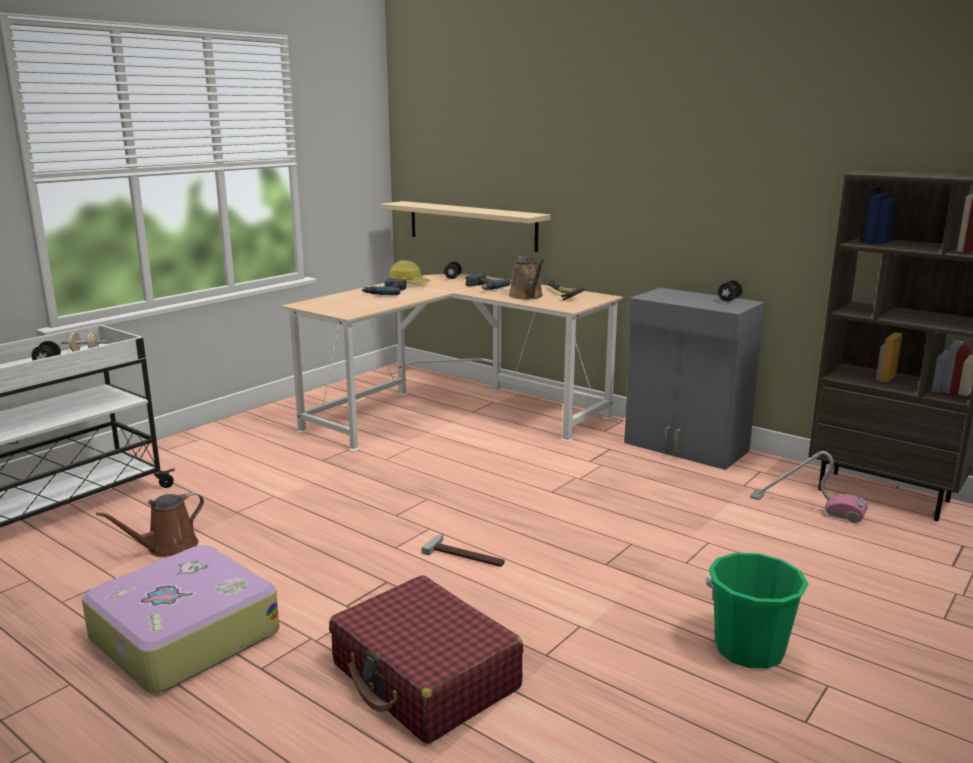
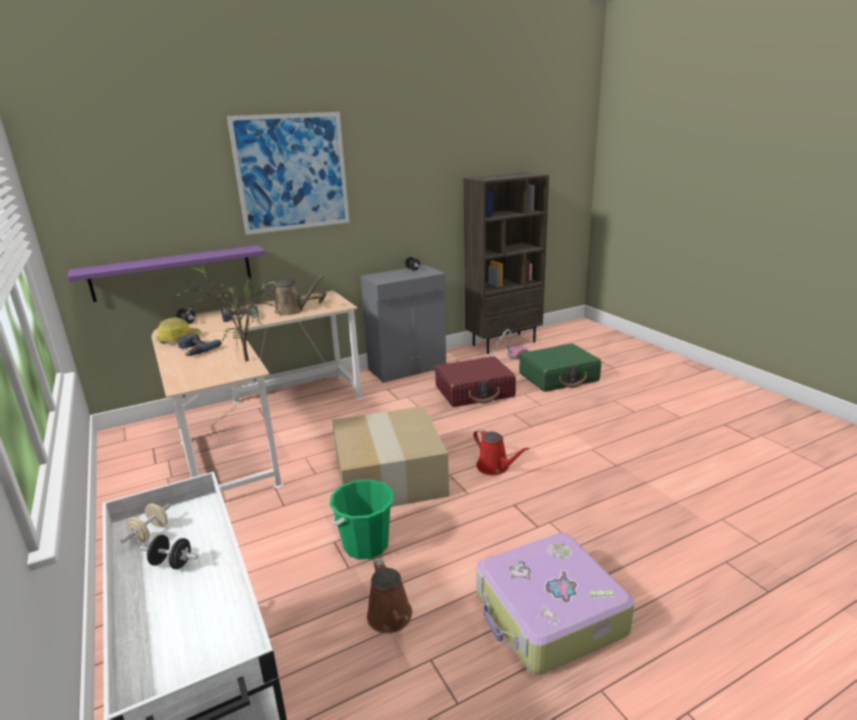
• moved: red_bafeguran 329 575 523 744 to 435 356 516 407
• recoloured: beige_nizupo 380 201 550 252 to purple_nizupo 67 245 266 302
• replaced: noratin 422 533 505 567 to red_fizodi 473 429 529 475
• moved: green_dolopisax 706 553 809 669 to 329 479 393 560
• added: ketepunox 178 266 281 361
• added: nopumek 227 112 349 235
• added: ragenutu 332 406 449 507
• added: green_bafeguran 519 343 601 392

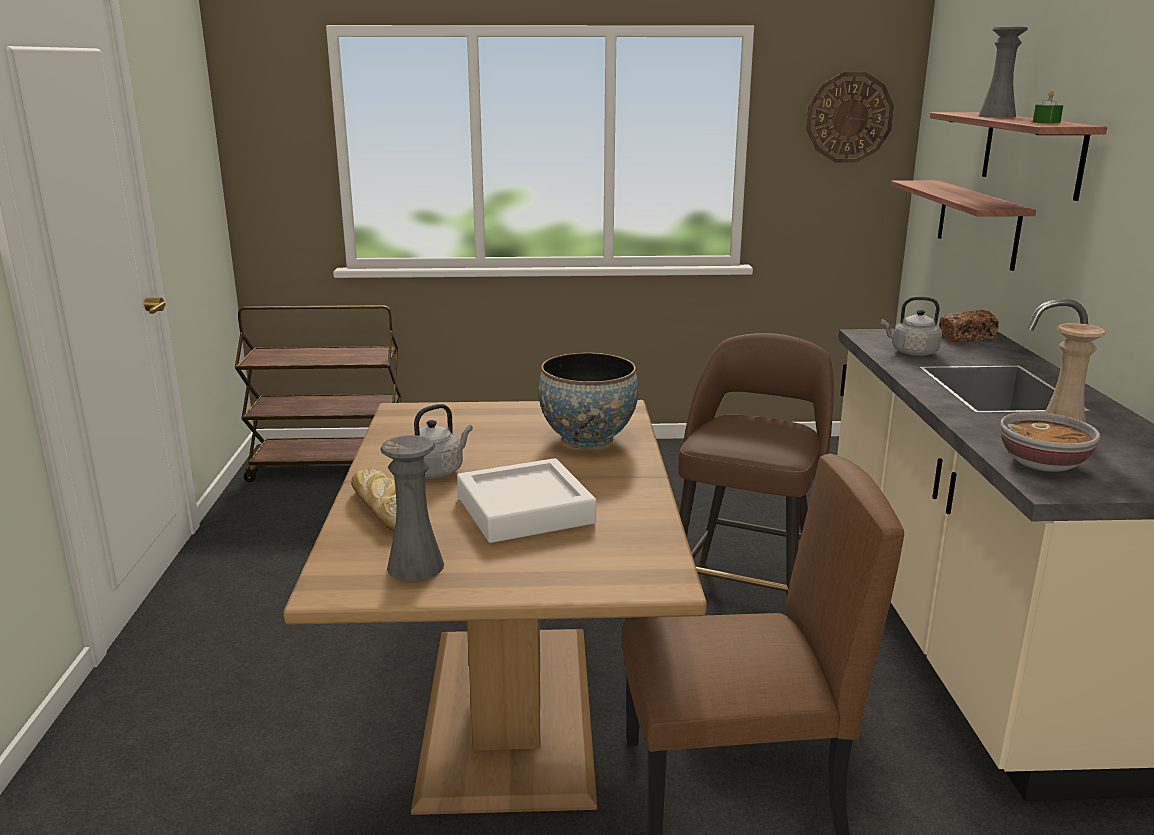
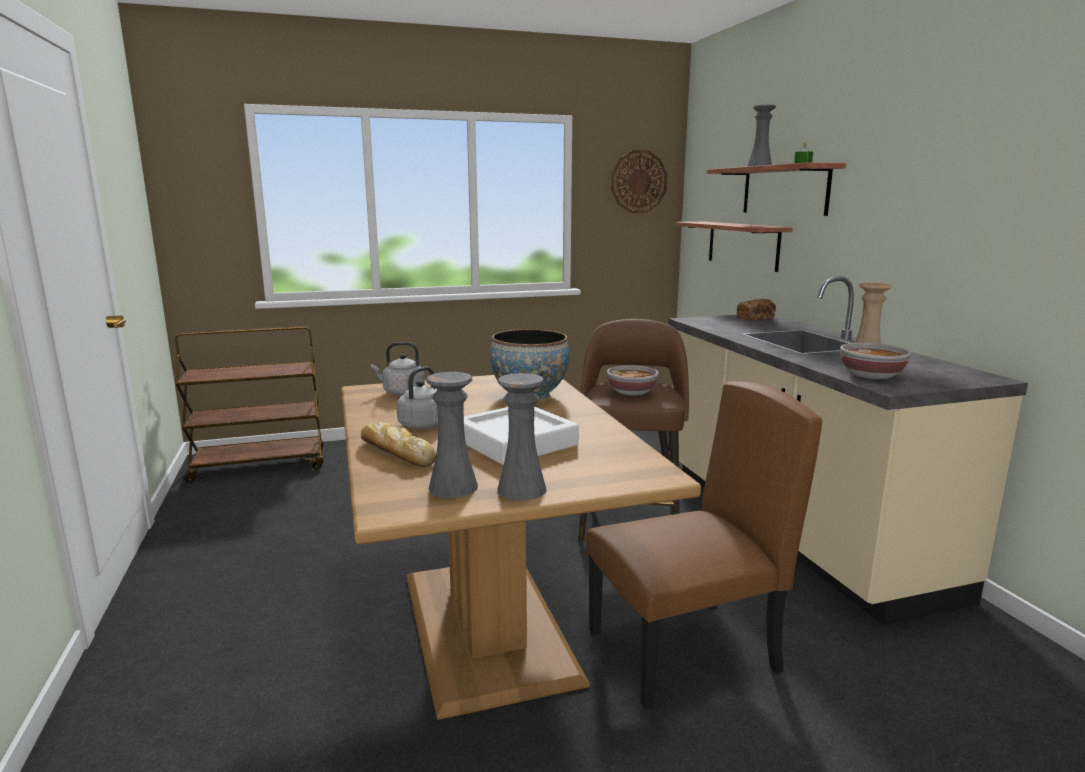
• moved: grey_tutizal 881 297 942 356 to 371 342 425 395
• added: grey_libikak 497 373 547 501
• added: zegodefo 607 365 659 396

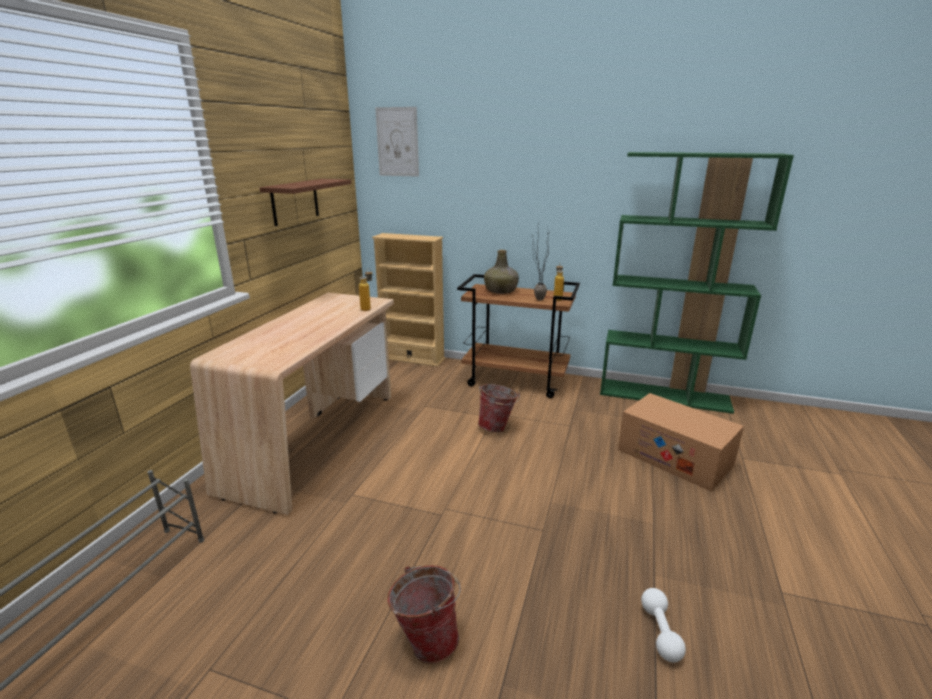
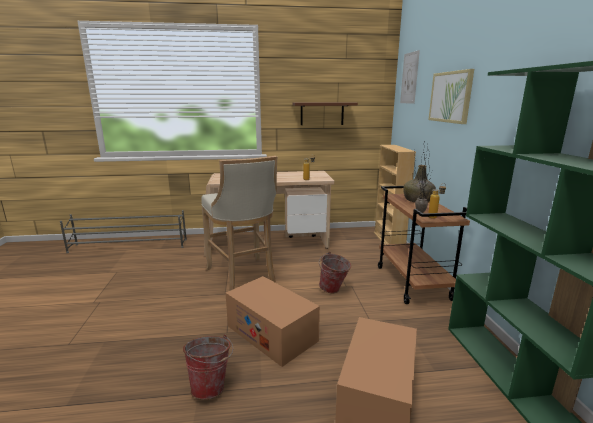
• moved: dolopisax 387 565 461 664 to 183 335 233 400
• removed: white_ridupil 641 588 686 663
• added: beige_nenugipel 201 156 277 291
• added: ragenutu 225 276 320 367
• added: nopumek 428 69 474 124

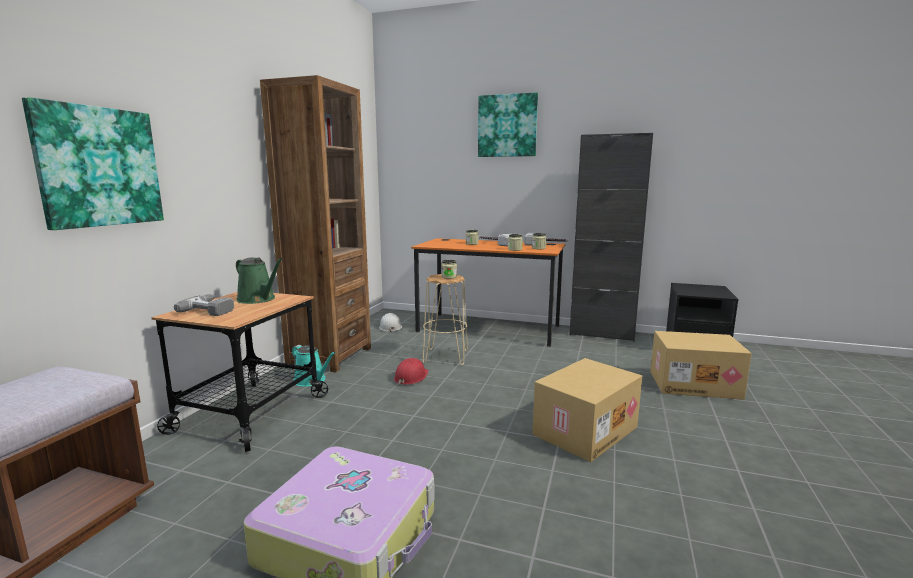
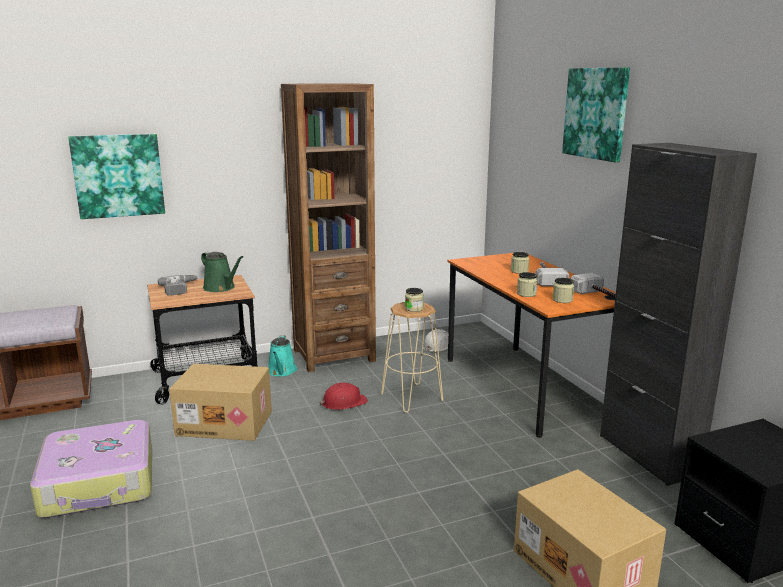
• turned: green_fizodi 236 257 283 304 = 201 252 244 292 45 degrees counterclockwise
• moved: ragenutu 533 358 642 462 to 169 364 272 441

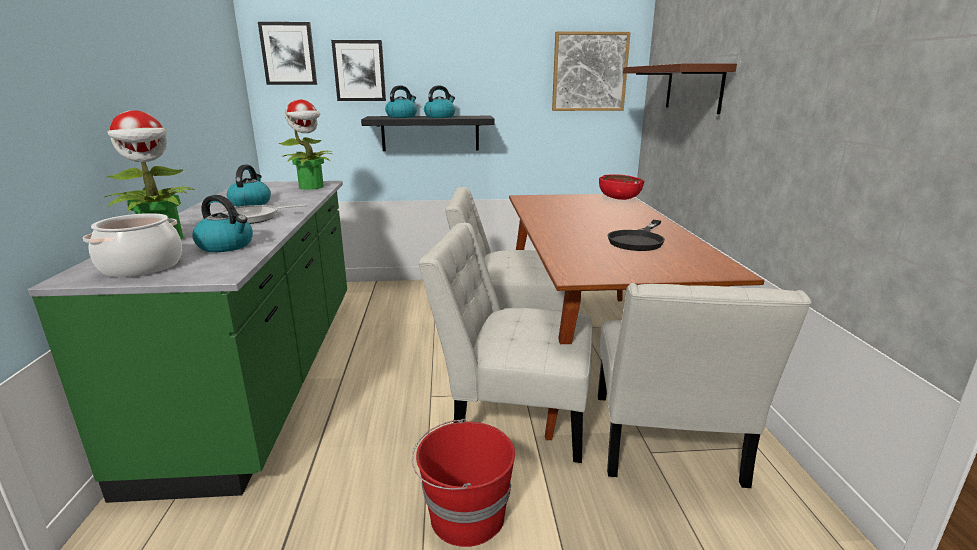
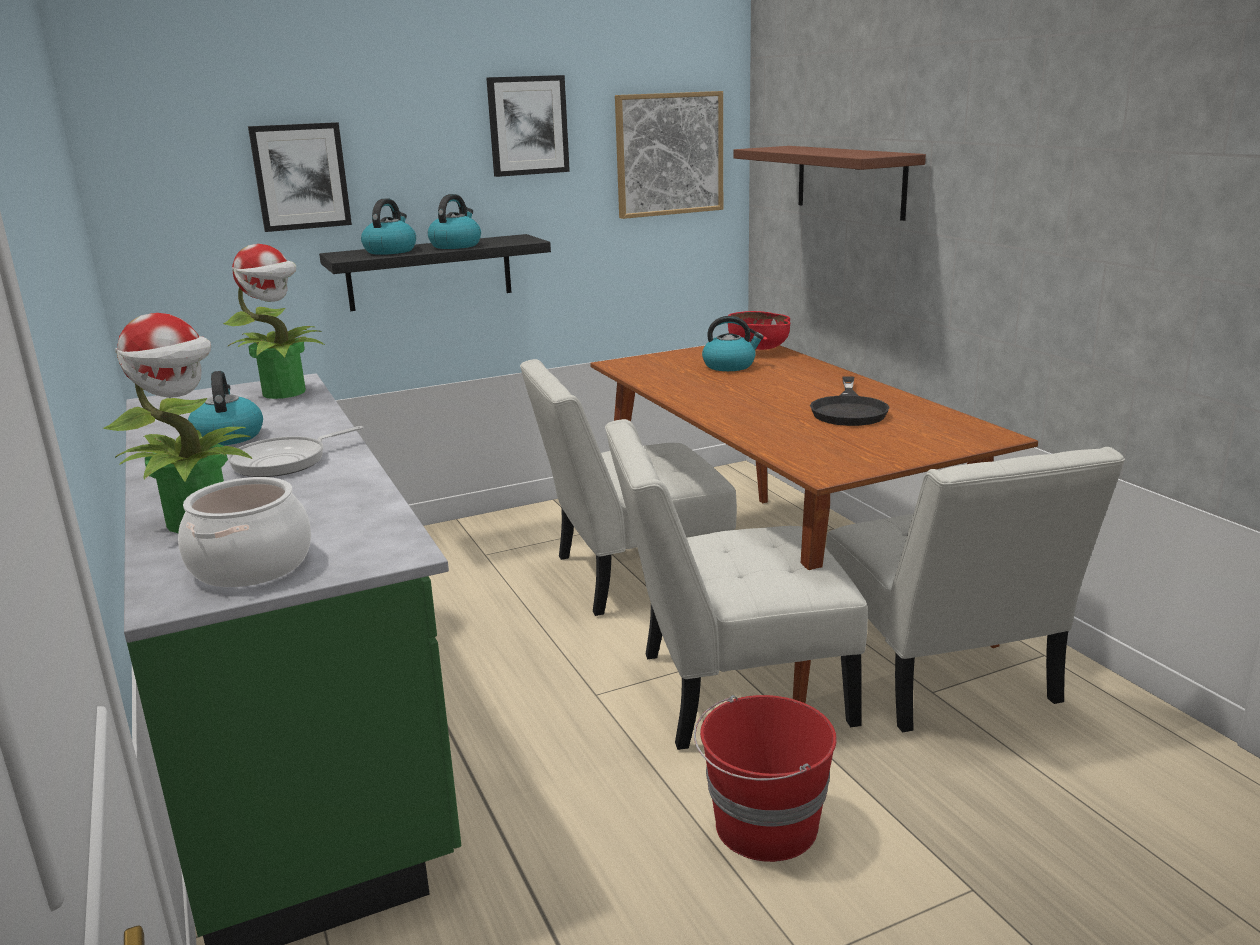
• moved: tutizal 192 195 253 252 to 702 316 764 371
• moved: nopumek 258 22 317 85 to 486 75 570 177

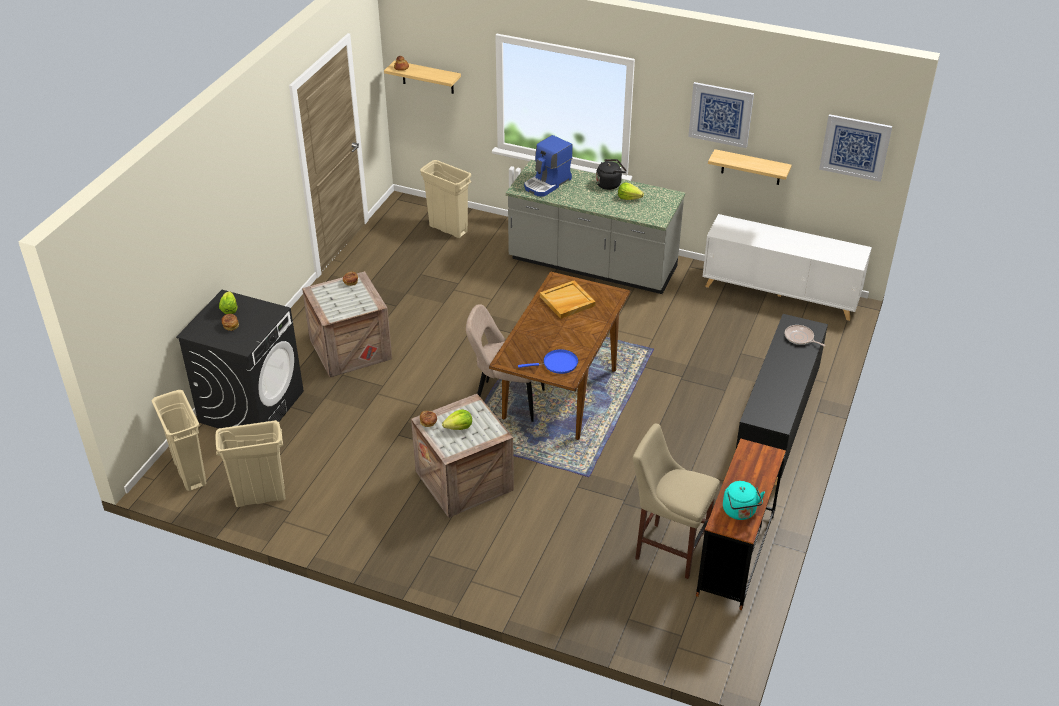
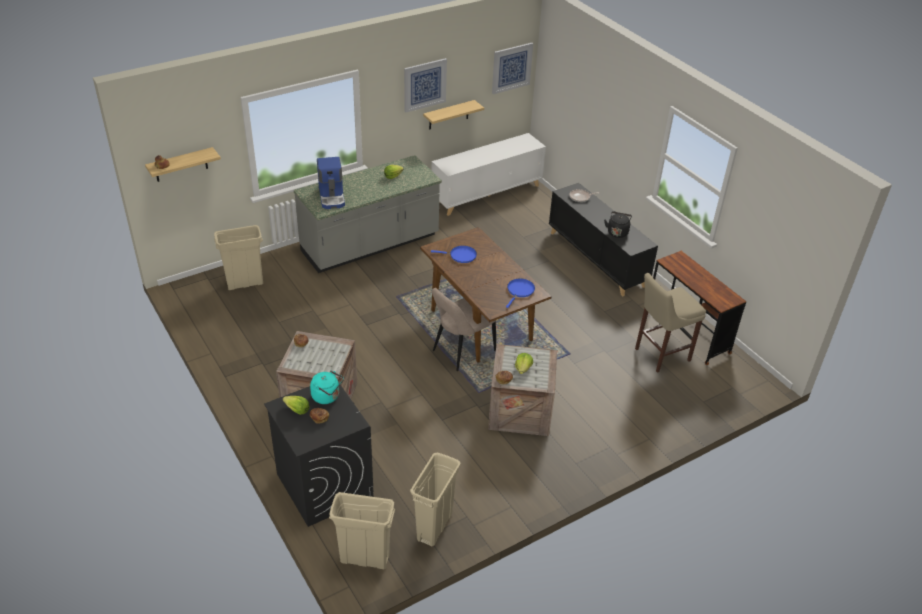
• replaced: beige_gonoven 540 281 596 319 to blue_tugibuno 431 246 477 263
• moved: black_tutizal 596 159 627 190 to 604 211 632 238
• moved: turquoise_tutizal 723 481 765 520 to 310 370 344 404

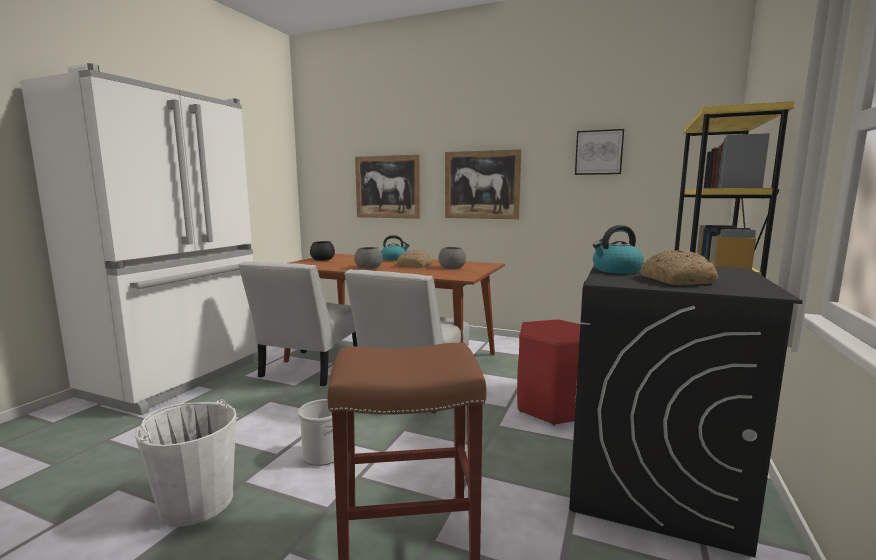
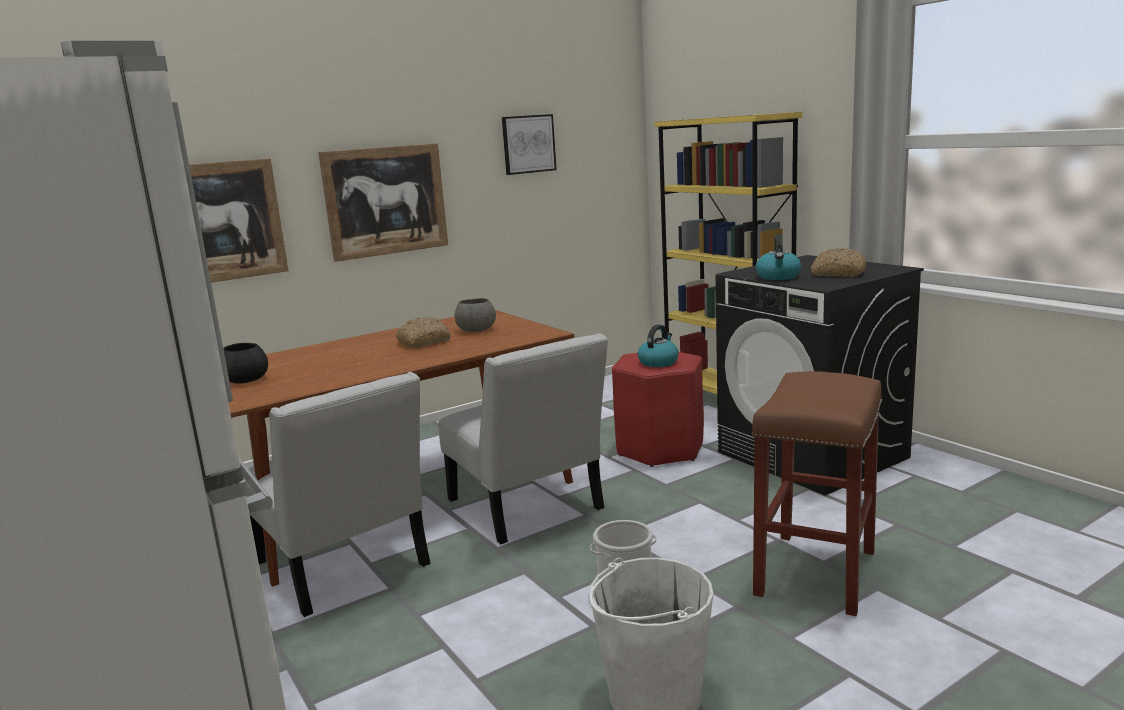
• removed: grey_zegodefo 354 247 383 269
• moved: tutizal 381 235 410 261 to 638 324 679 367

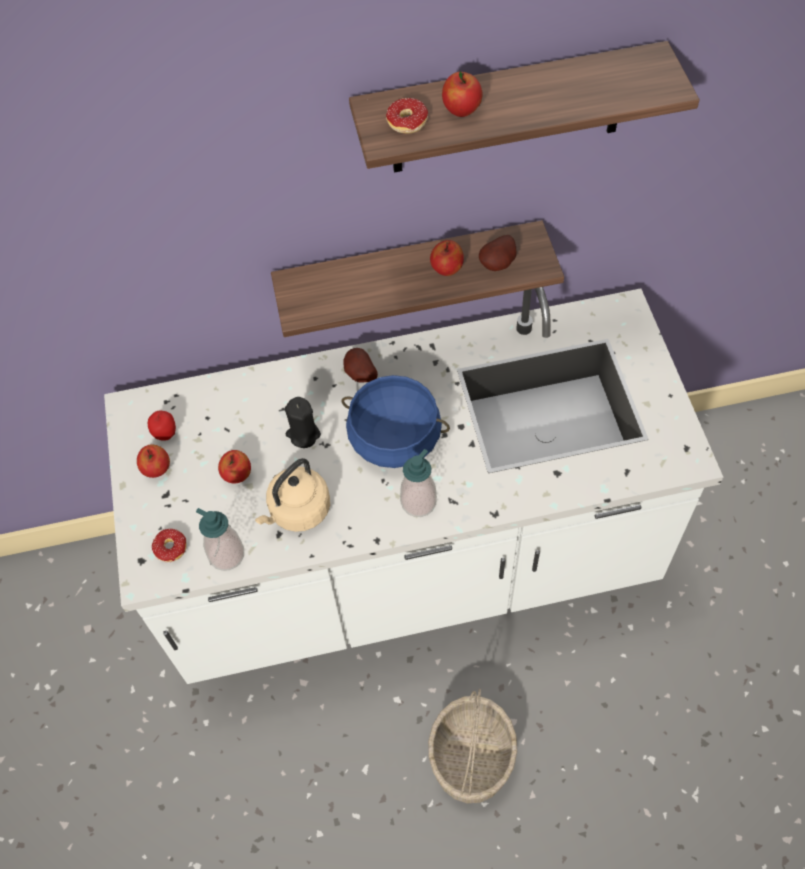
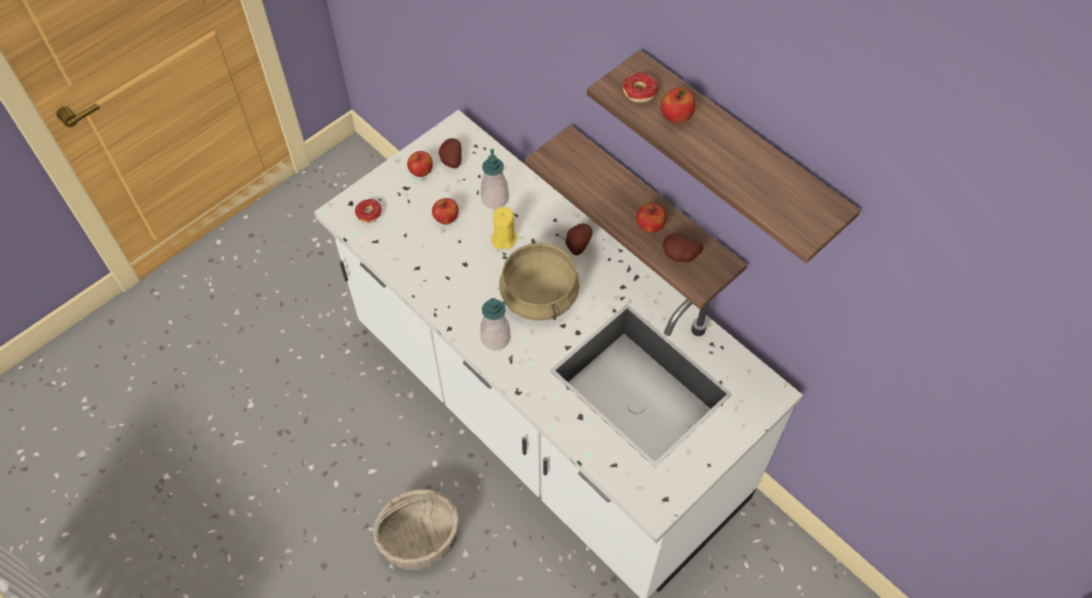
• replaced: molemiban 148 411 176 440 to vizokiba 439 138 461 168
• moved: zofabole 196 508 244 571 to 481 149 509 209
• removed: beige_tutizal 255 458 330 532
• recoloured: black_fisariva 285 397 321 448 to yellow_fisariva 491 207 517 249
• recoloured: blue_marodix 342 375 450 468 to beige_marodix 499 239 580 321

